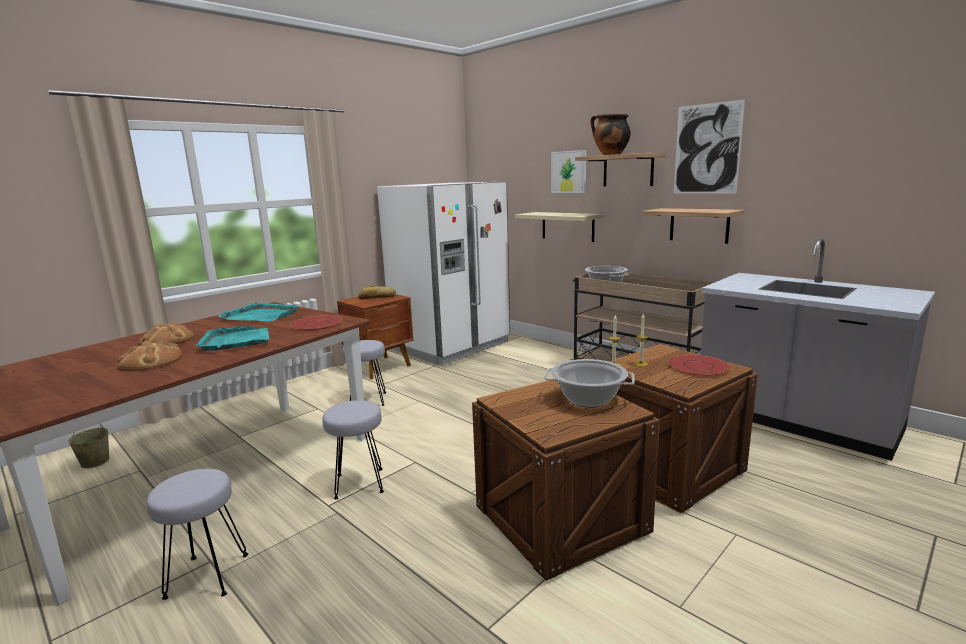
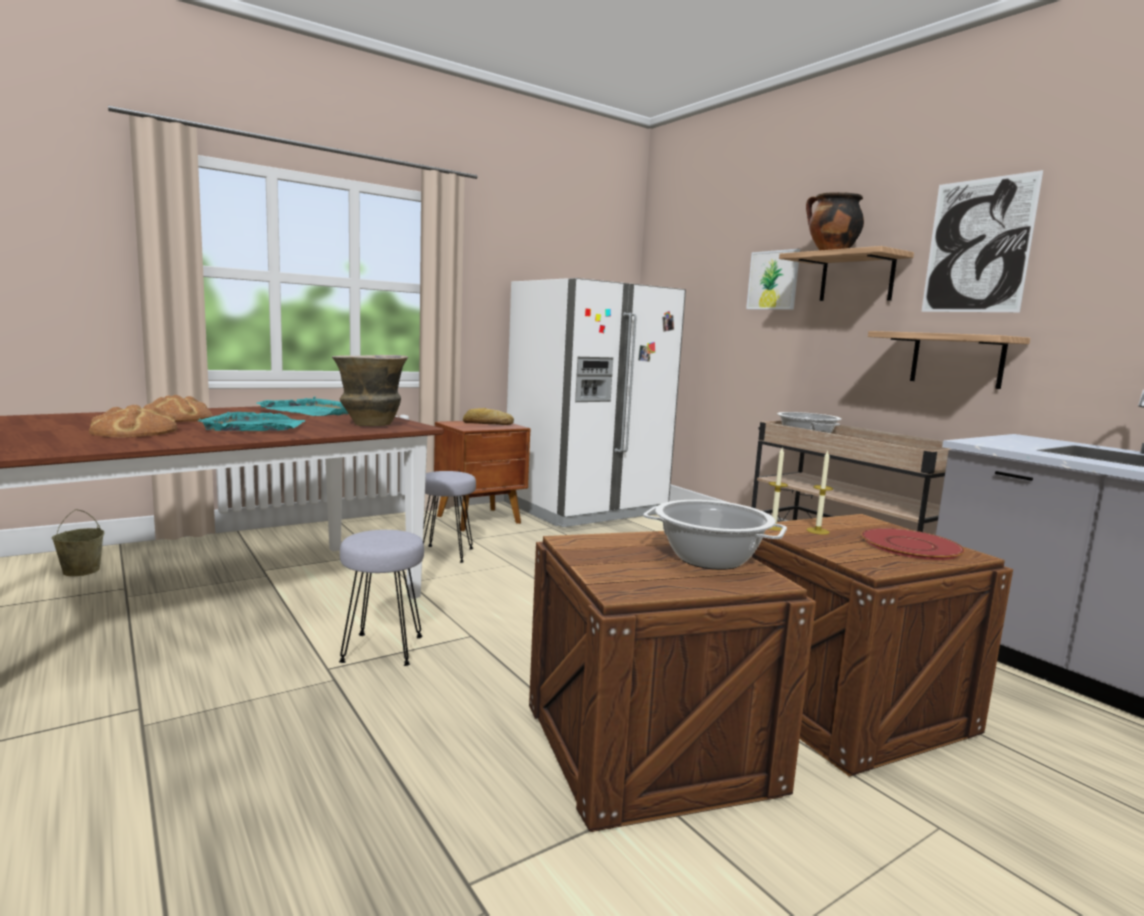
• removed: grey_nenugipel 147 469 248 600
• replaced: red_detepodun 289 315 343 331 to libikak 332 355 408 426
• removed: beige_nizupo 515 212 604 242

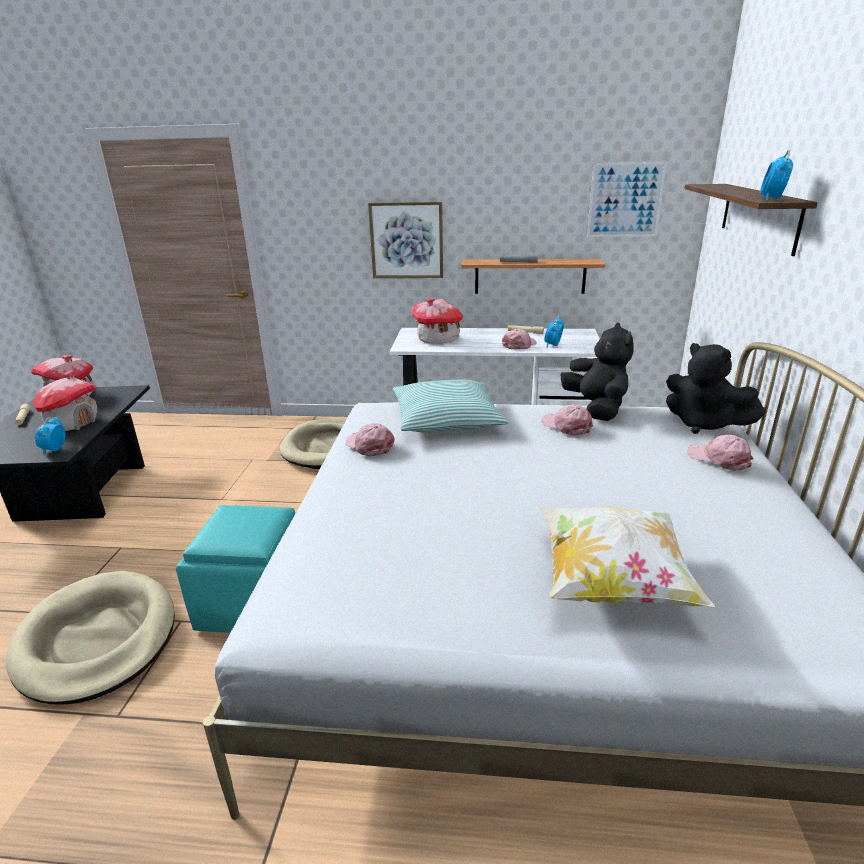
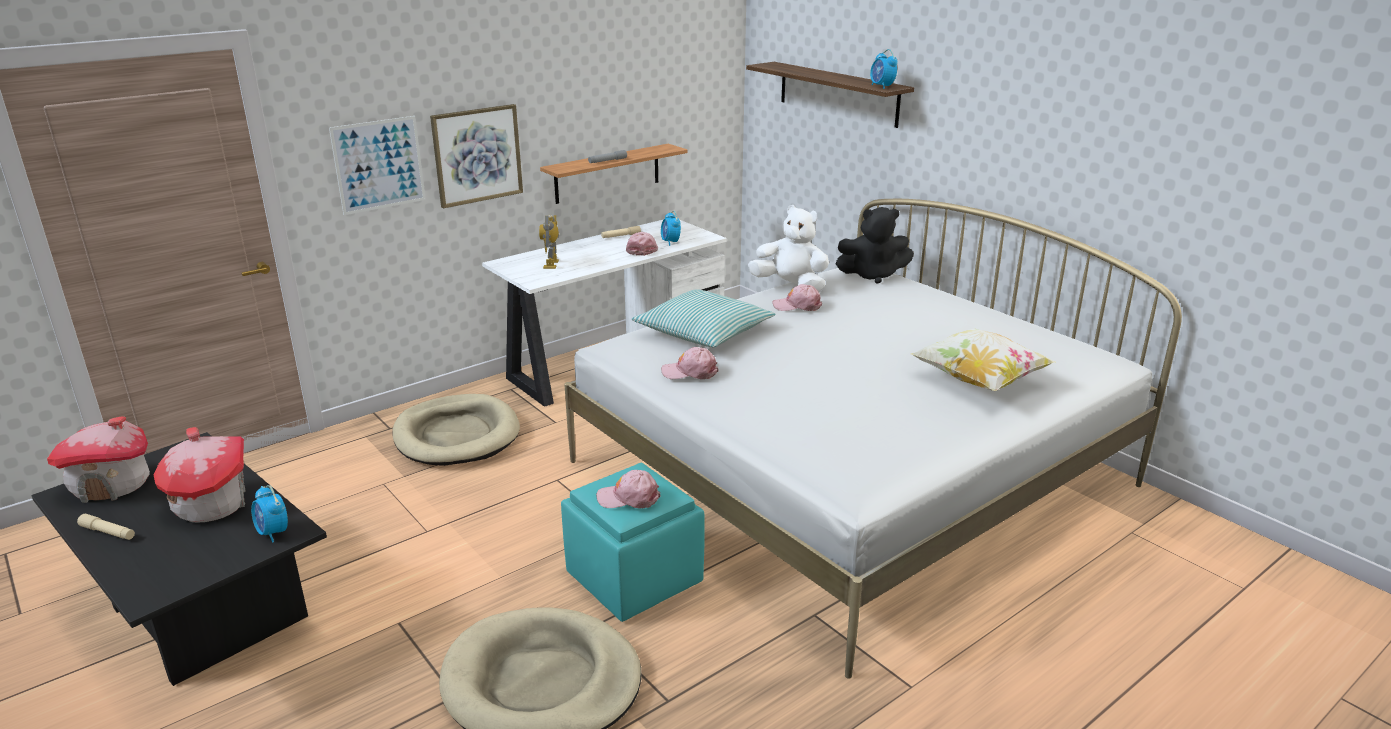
• replaced: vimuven 412 298 463 344 to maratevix 539 215 559 269
• recoloured: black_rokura 560 323 634 421 to white_rokura 748 205 829 292
• moved: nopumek 587 162 667 237 to 329 116 426 215
• moved: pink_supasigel 688 435 754 471 to 596 470 660 508

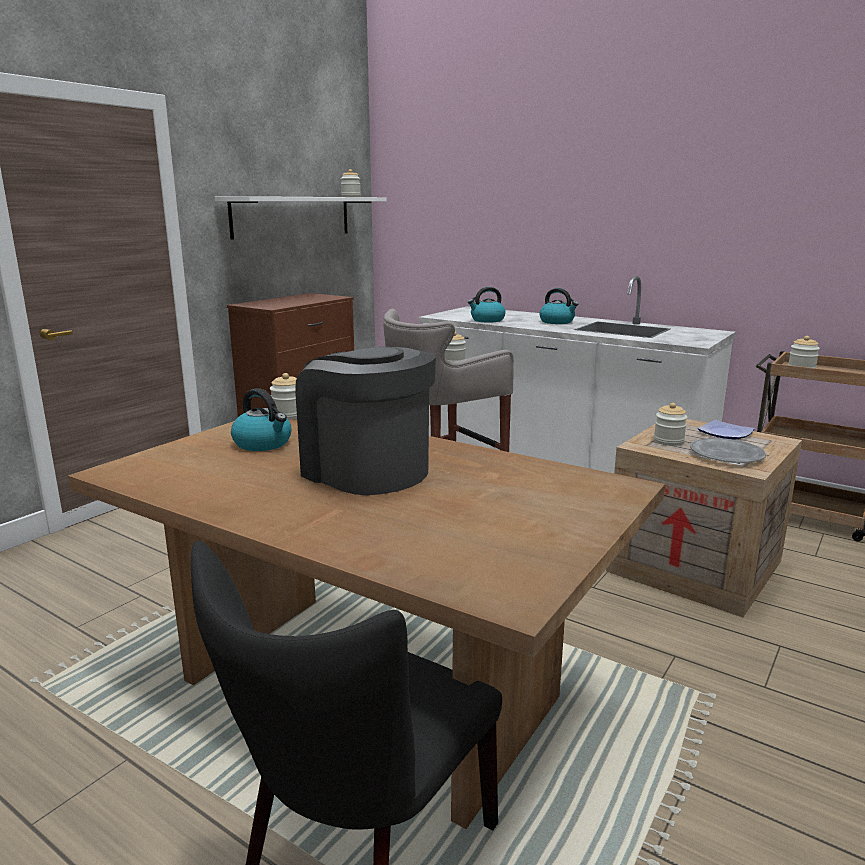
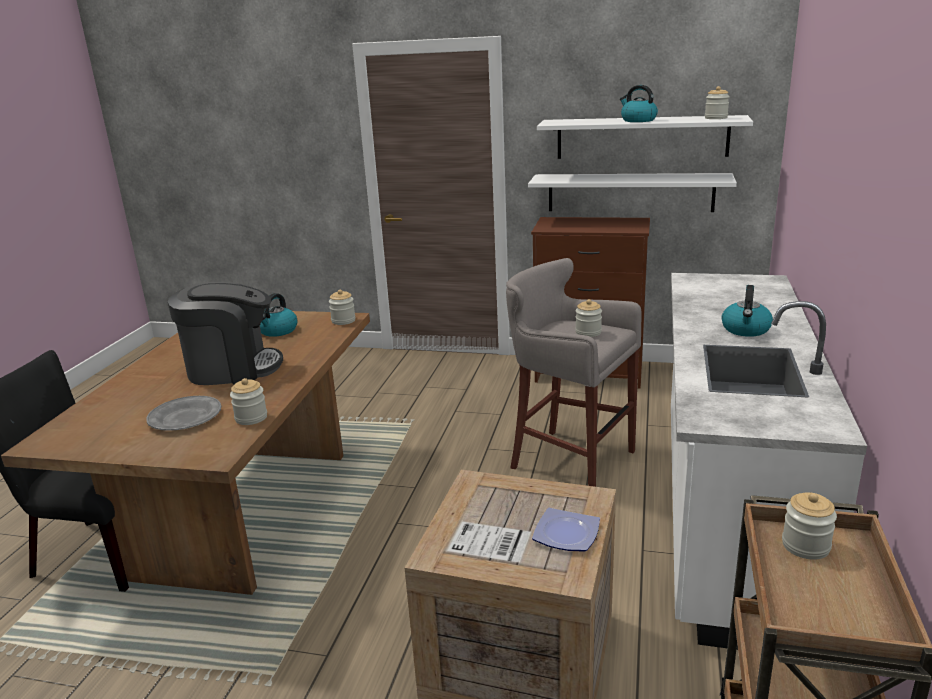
• turned: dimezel 295 346 436 495 = 168 282 283 385 60 degrees clockwise
• moved: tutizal 468 287 506 322 to 620 85 658 122
• moved: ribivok 654 403 687 446 to 230 378 267 425
• moved: grey_detepodun 690 438 766 463 to 146 396 221 431
• added: white_nizupo 528 173 737 212

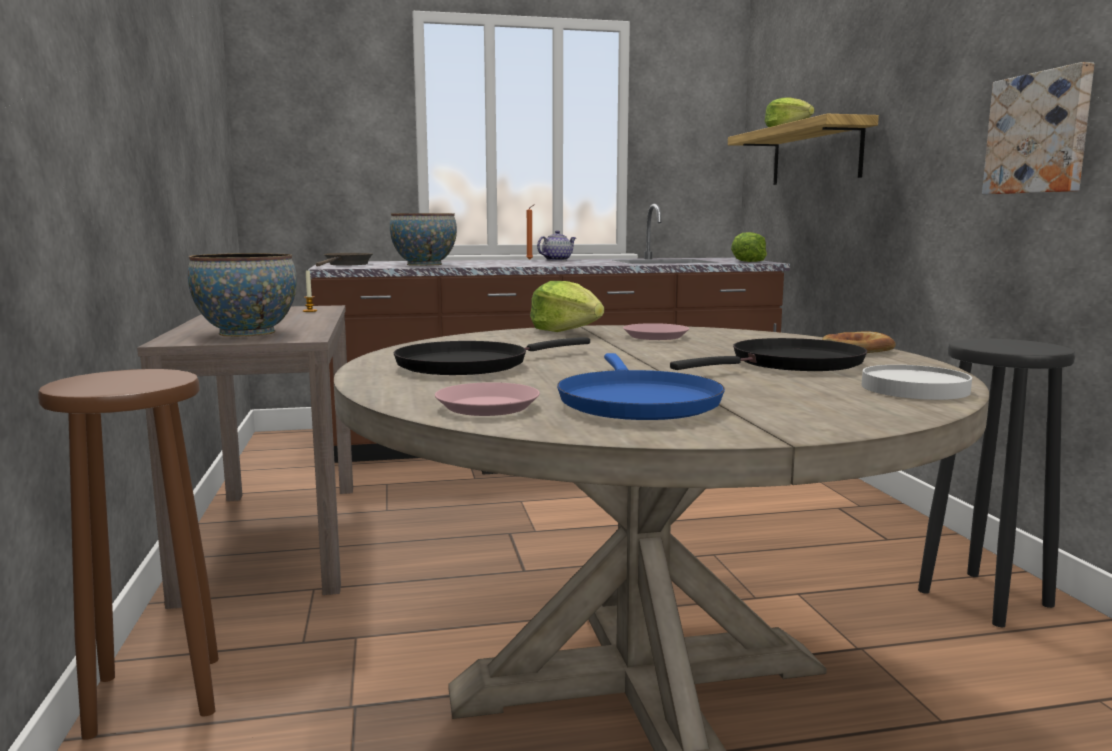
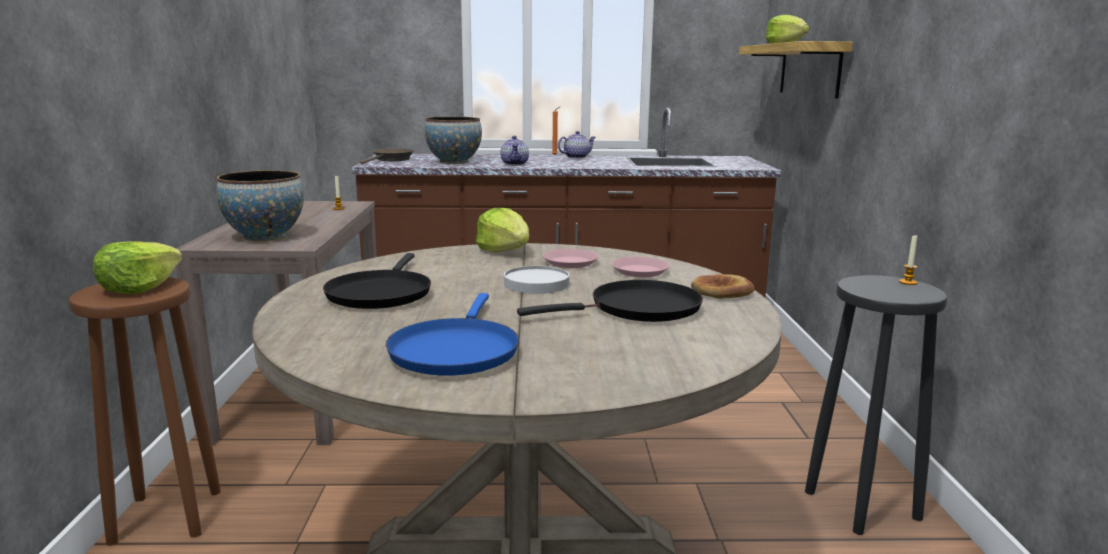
• turned: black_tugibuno 394 337 590 375 = 323 253 431 309 60 degrees counterclockwise
• moved: pink_detepodun 435 382 540 416 to 611 257 670 277
• moved: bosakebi 731 232 767 262 to 93 241 182 294
• moved: white_detepodun 862 365 972 400 to 504 266 570 294
• removed: nopumek 982 62 1095 194
• added: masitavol 500 136 529 165
• added: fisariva 899 235 917 285

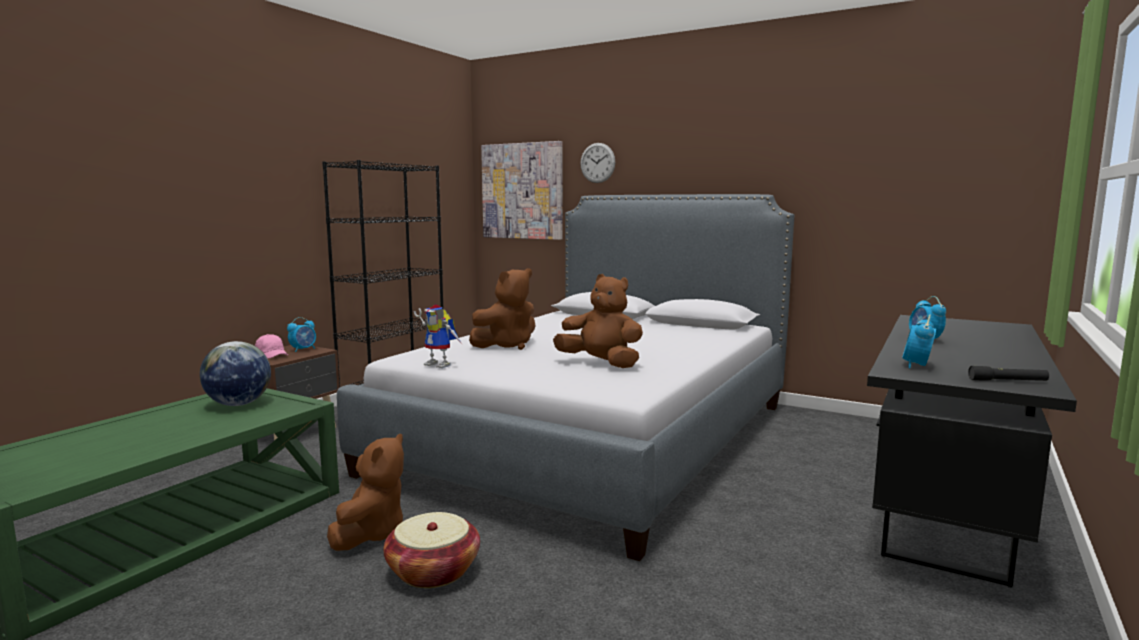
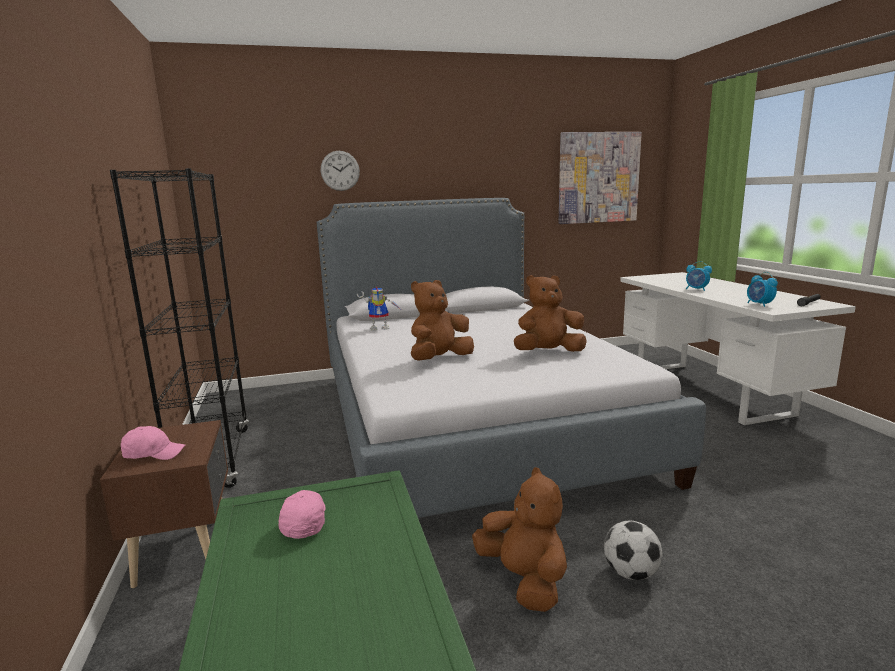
• replaced: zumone 200 341 271 406 to pink_supasigel 279 490 326 539
• removed: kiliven 287 317 316 352
• replaced: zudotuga 383 512 480 588 to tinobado 604 520 662 580
• moved: maratevix 414 304 462 368 to 357 286 400 331
• turned: brown_rokura 469 268 536 350 = 411 280 474 361 135 degrees counterclockwise
• moved: nopumek 481 141 563 240 to 559 132 642 224
• recoloured: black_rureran 867 315 1077 588 to white_rureran 620 272 856 426

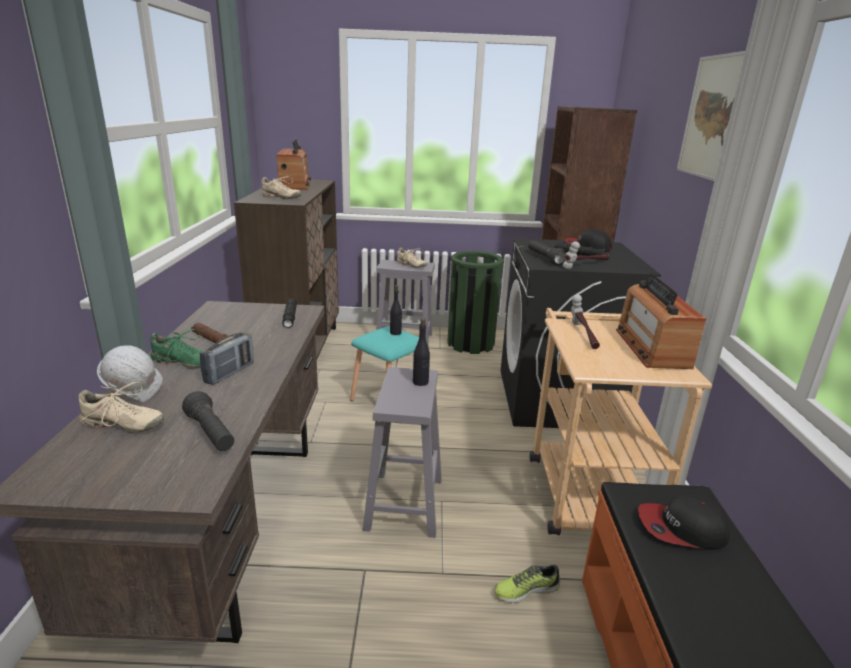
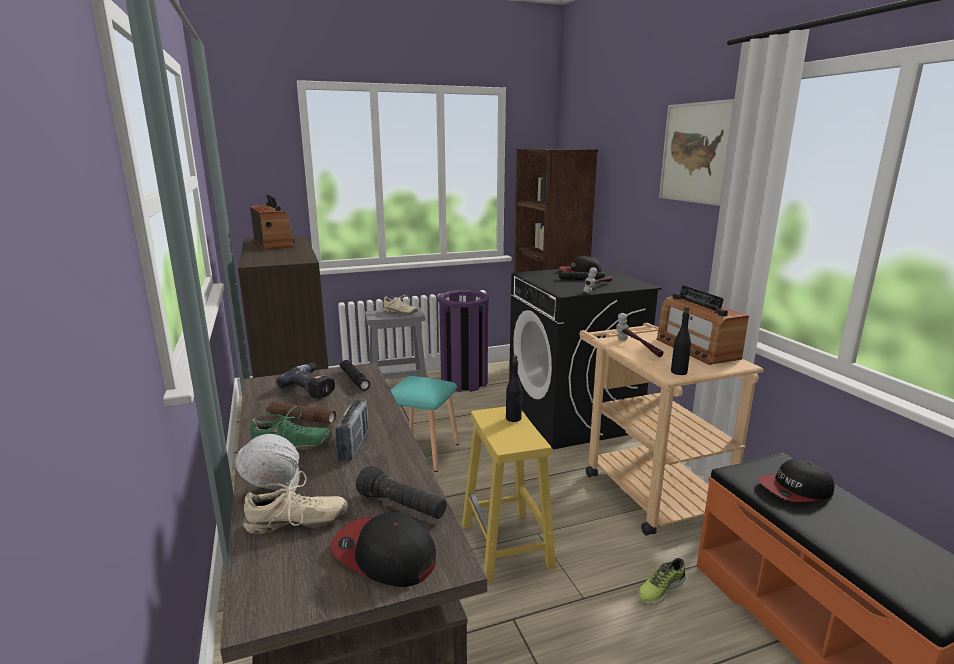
• removed: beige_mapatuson 261 176 301 199
• recoloured: grey_nenugipel 363 367 442 538 to yellow_nenugipel 462 406 556 583
• moved: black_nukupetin 390 286 402 335 to 671 306 691 375
• recoloured: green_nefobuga 447 251 504 354 to purple_nefobuga 438 290 489 392
• removed: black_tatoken 528 240 566 265
• added: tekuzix 276 363 335 399
• added: supasigel 331 512 436 587

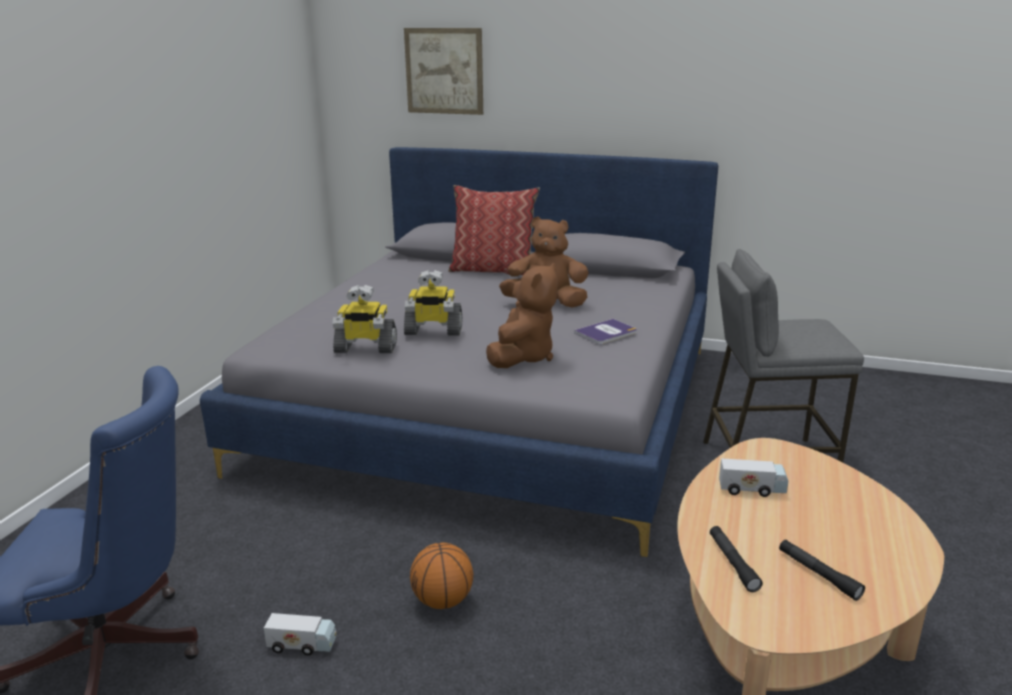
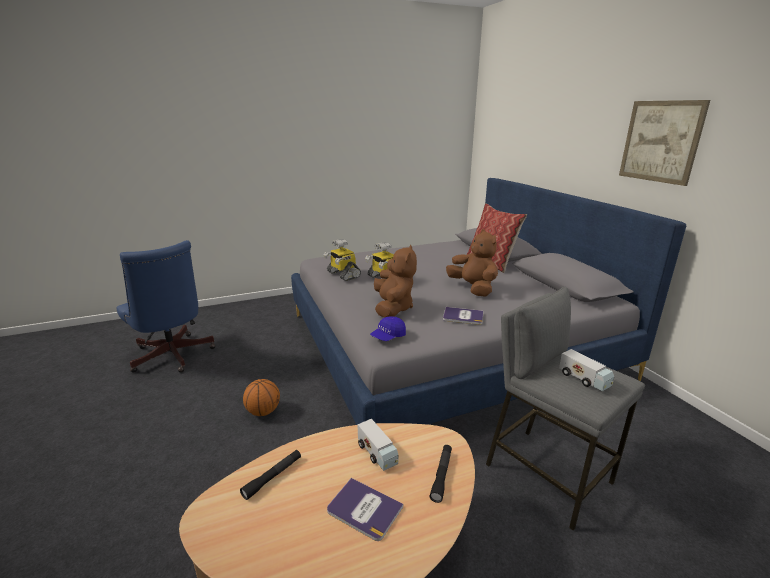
• moved: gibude 264 613 337 656 to 559 349 614 391
• moved: nopumek 404 28 483 115 to 619 100 710 186
• turned: brown_rokura 486 263 558 368 = 374 245 417 318 75 degrees counterclockwise
• moved: black_tatoken 779 540 865 601 to 430 445 452 503
• added: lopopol 327 478 403 541
• added: blue_supasigel 370 316 406 341

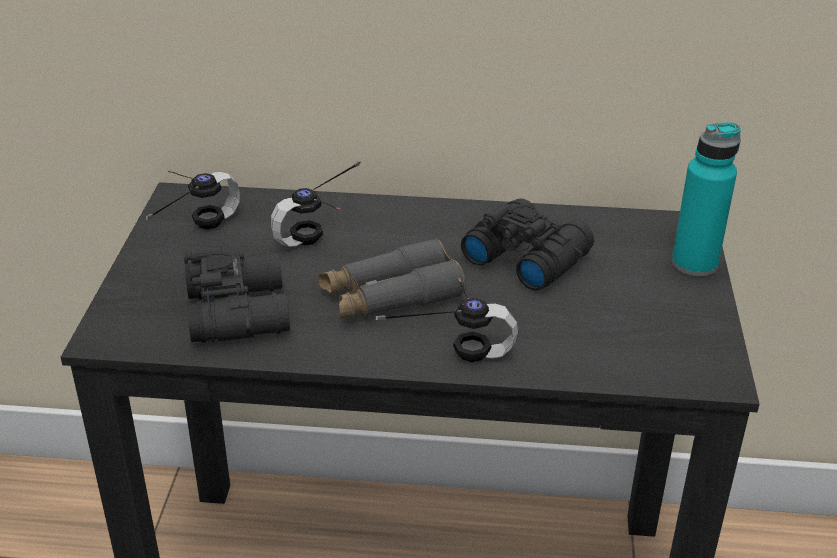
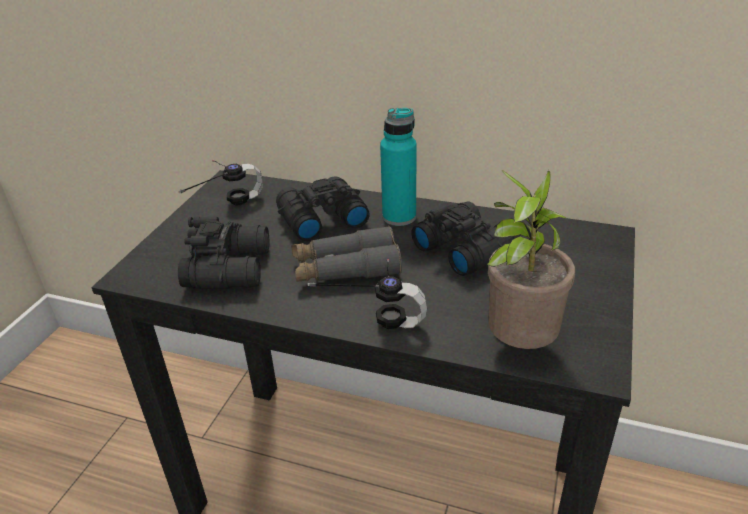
• replaced: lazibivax 271 161 361 247 to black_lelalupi 276 176 370 241
• moved: turquoise_nukupetin 672 122 741 277 to 380 108 416 226
• added: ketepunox 487 170 575 349

